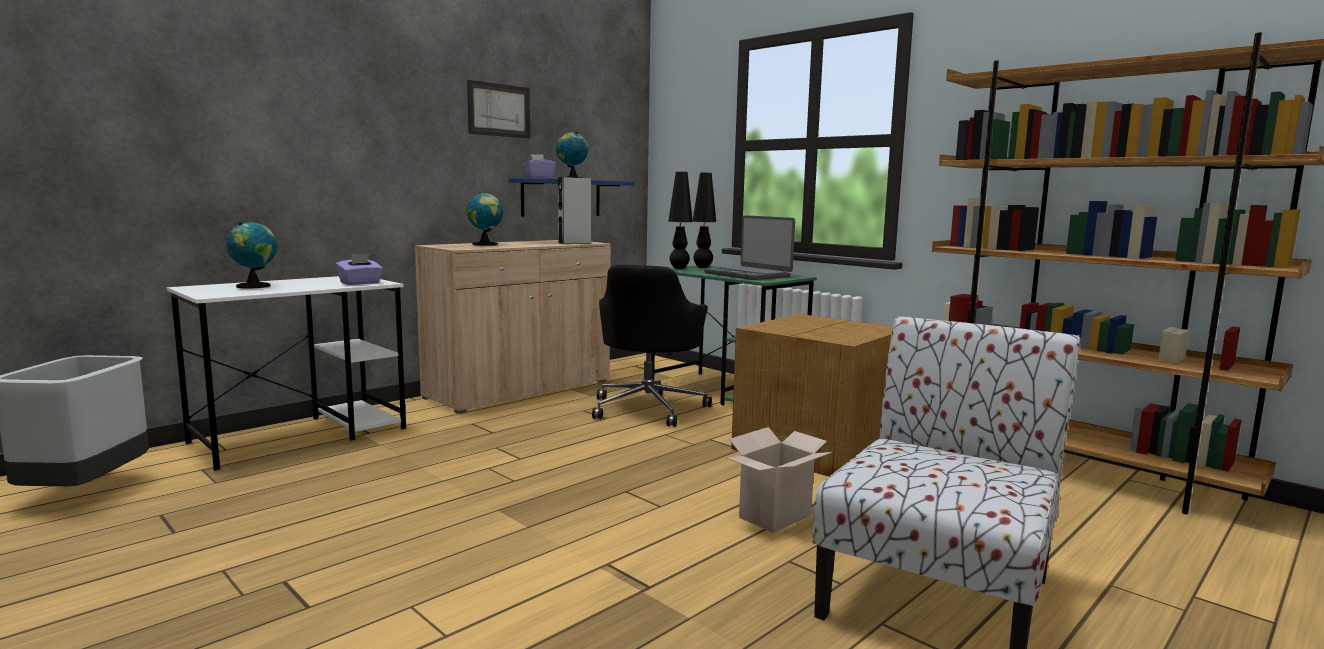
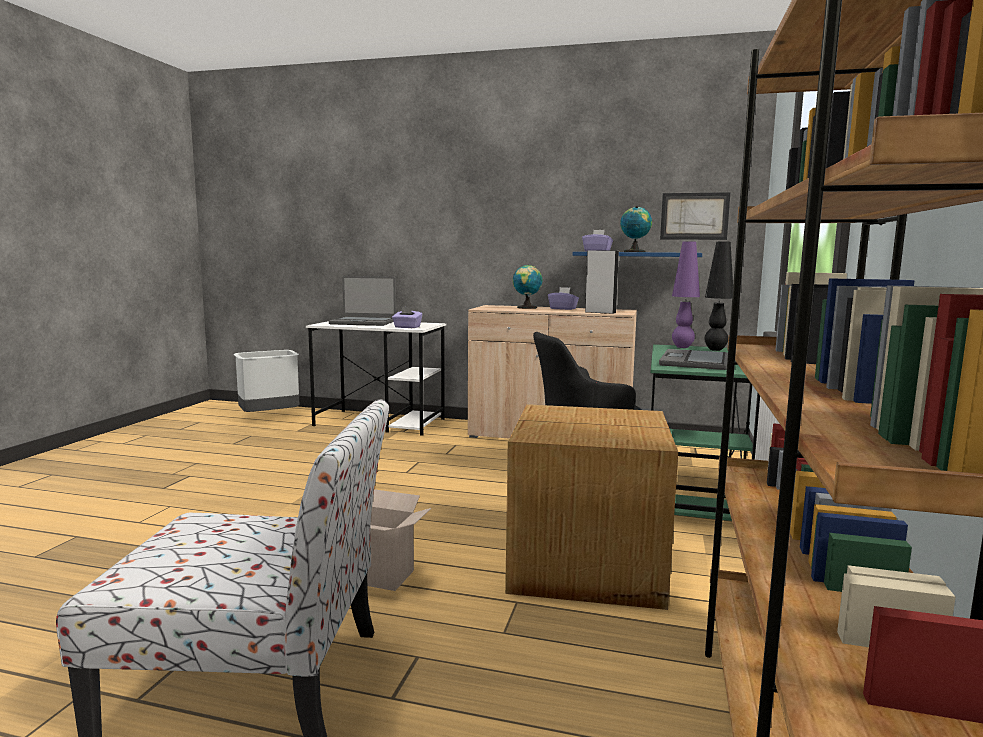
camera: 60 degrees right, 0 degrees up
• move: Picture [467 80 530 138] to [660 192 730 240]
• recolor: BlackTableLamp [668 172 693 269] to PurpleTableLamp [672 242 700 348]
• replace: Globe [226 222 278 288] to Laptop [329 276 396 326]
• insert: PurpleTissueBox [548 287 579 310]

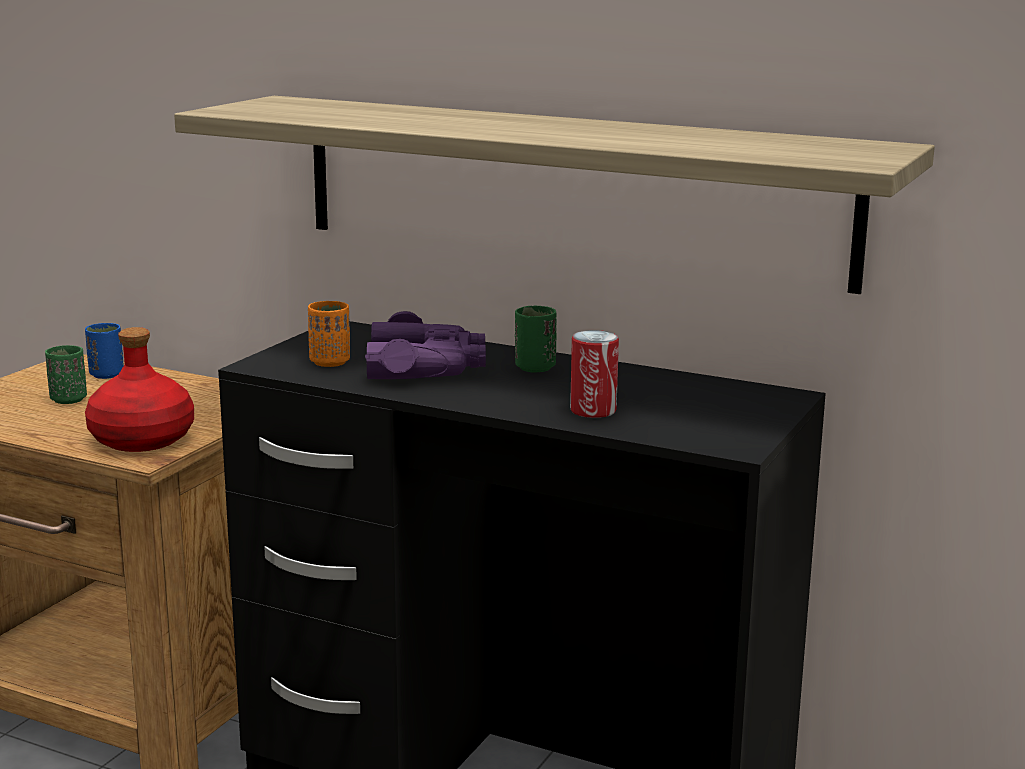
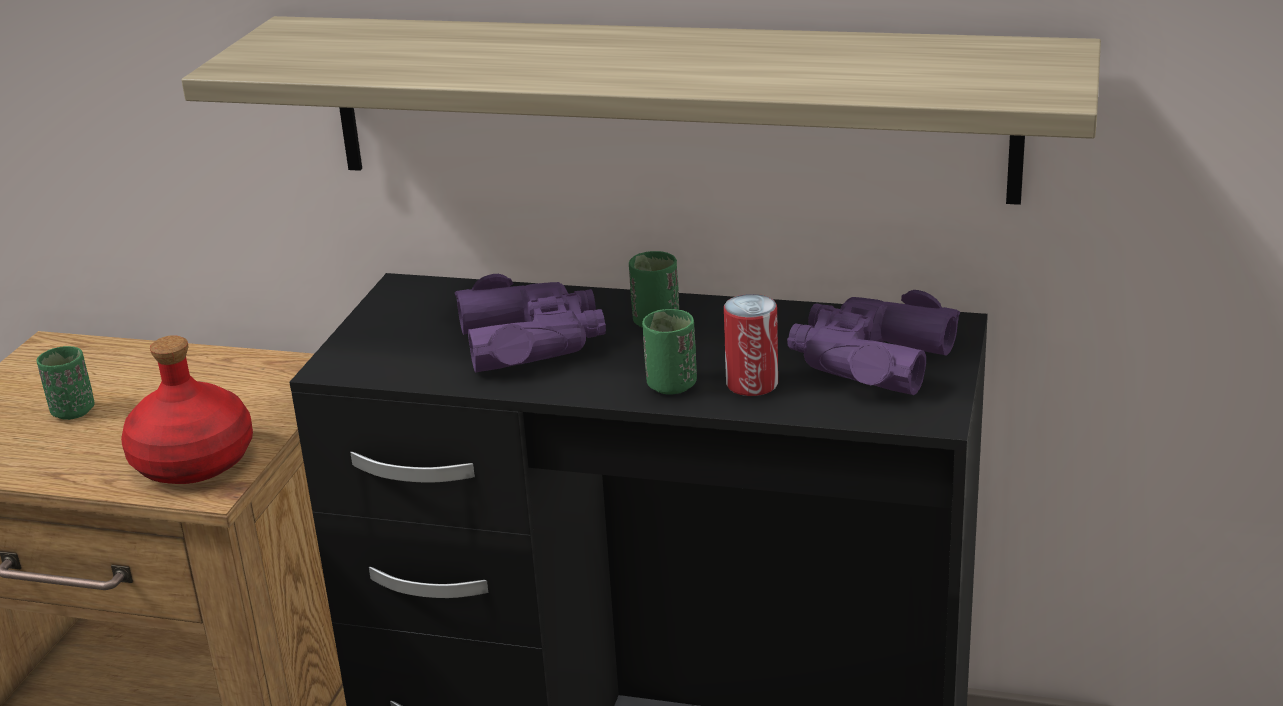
camera: 10 degrees left, 10 degrees up
• delete: OrangeCup [308 301 350 367]
• delete: BlueCup [85 323 124 379]
• insert: PurpleBinoculars [787 290 960 395]
• insert: GreenCup [642 309 697 395]

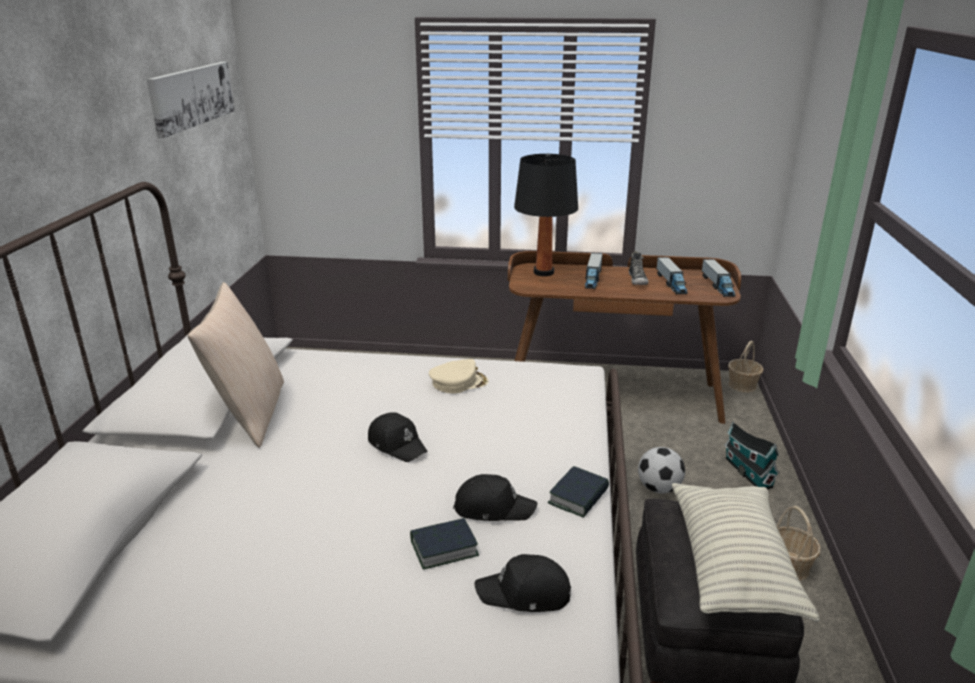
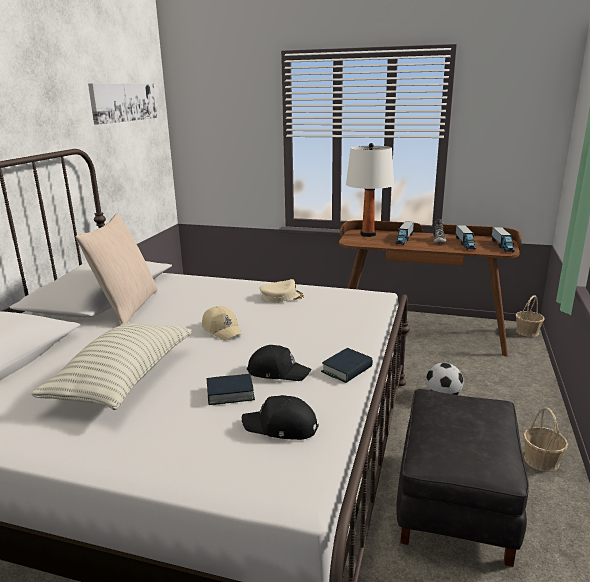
camera: 10 degrees right, 5 degrees down
• recolor: BlackTableLamp [514 153 578 276] to WhiteTableLamp [346 143 394 237]
• recolor: BlackCap [368 412 428 462] to BeigeCap [202 306 242 340]
• delete: ToyHouse [724 422 780 489]
• move: Pillow [672 483 820 622] to [31 323 192 410]

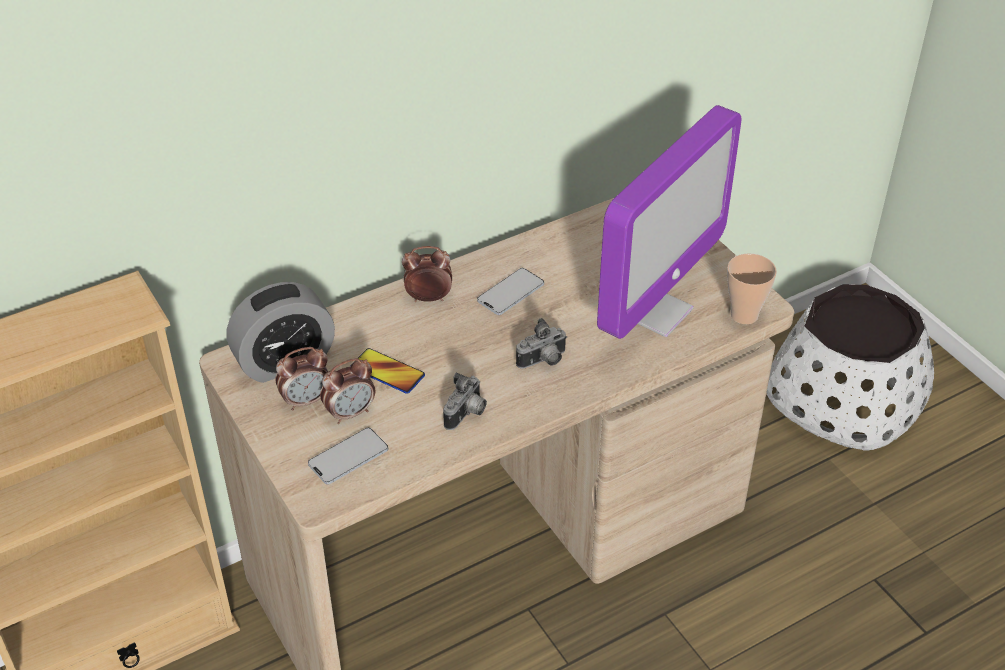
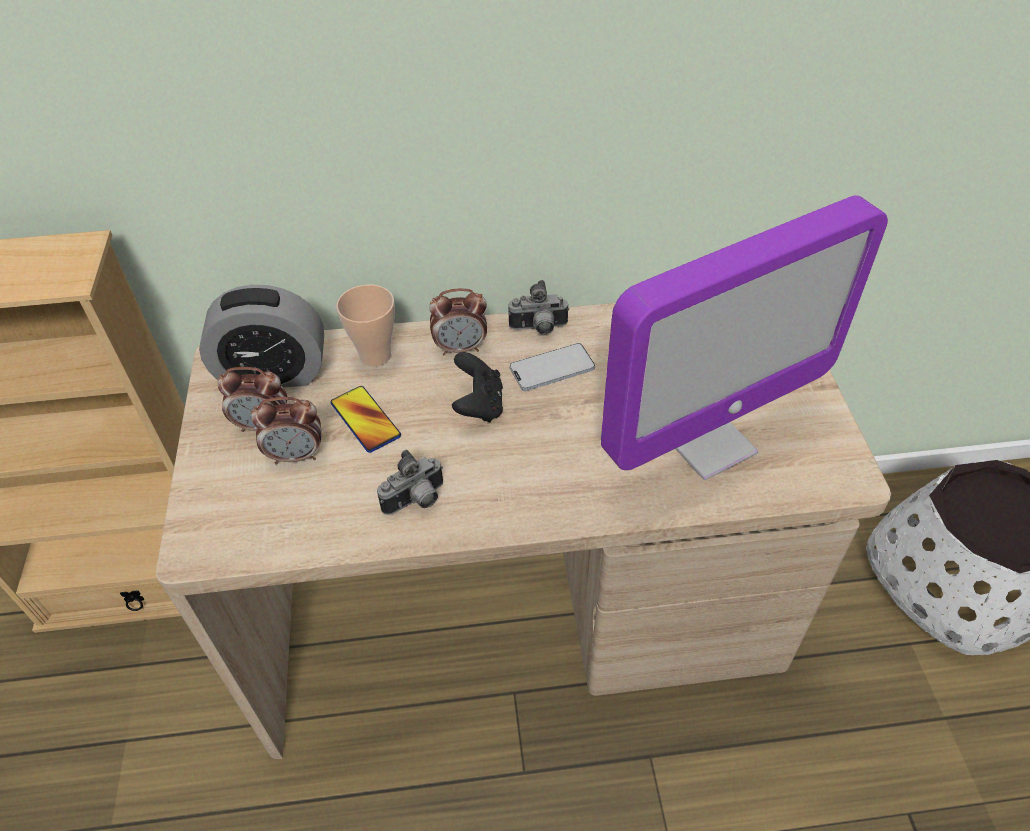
camera: 25 degrees right, 5 degrees up
• rotate: AlarmClock [402 246 452 302] = [429 288 487 356] 150 degrees clockwise
• move: Cup [727 253 777 324] to [336 284 395 367]
• move: PhotoCamera [516 318 567 369] to [508 280 569 334]
• delete: Phone [308 427 388 485]
• insert: BlackGameController [452 352 503 422]

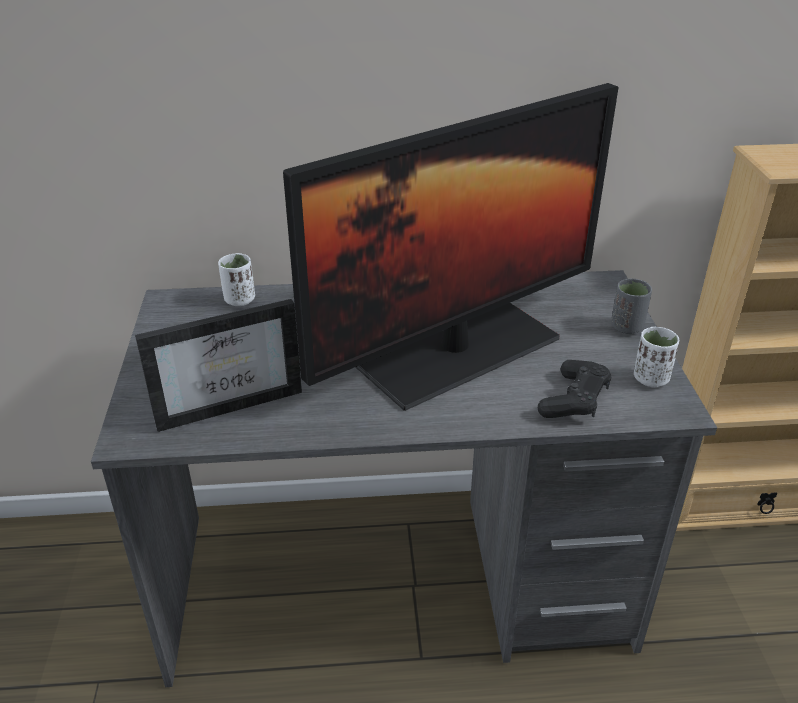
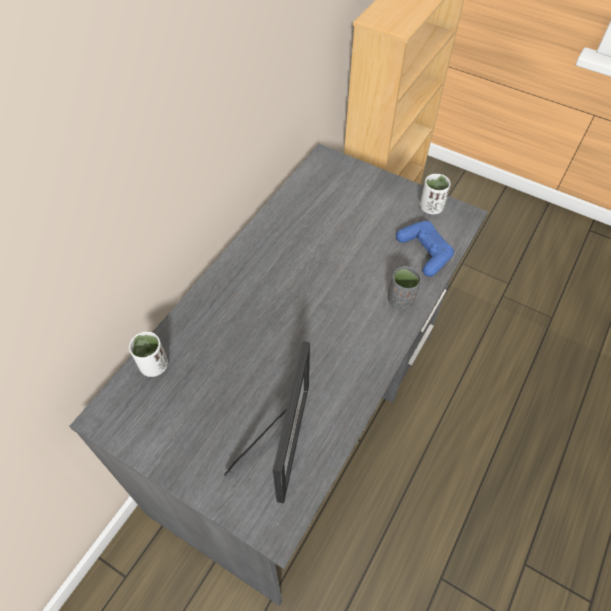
camera: 55 degrees left, 20 degrees up
• delete: Monitor [283 83 618 411]
• move: GreyCup [611 279 652 334] to [388 266 421 310]
• recolor: BlackGameController [538 360 611 418] to BlueGameController [396 221 454 277]

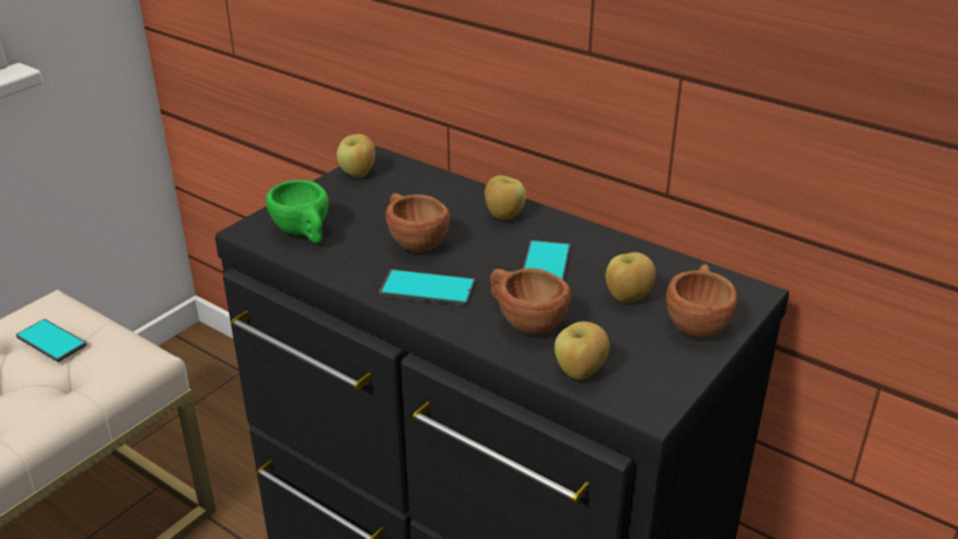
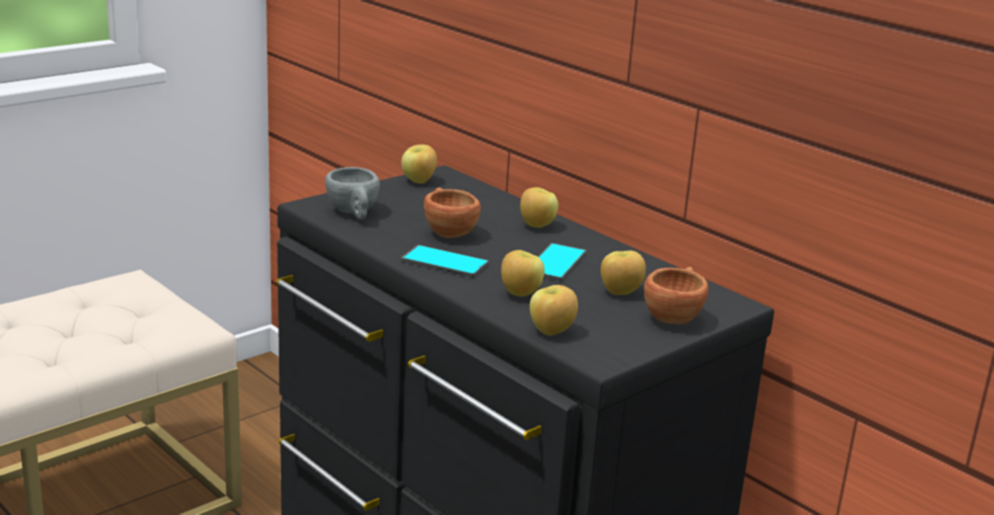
camera: 10 degrees right, 10 degrees down
• recolor: GreenCup [266 180 329 243] to GreyCup [325 167 380 220]
• replace: BrownCup [490 268 571 334] to Apple [501 250 545 297]
• delete: Phone [16 319 87 362]

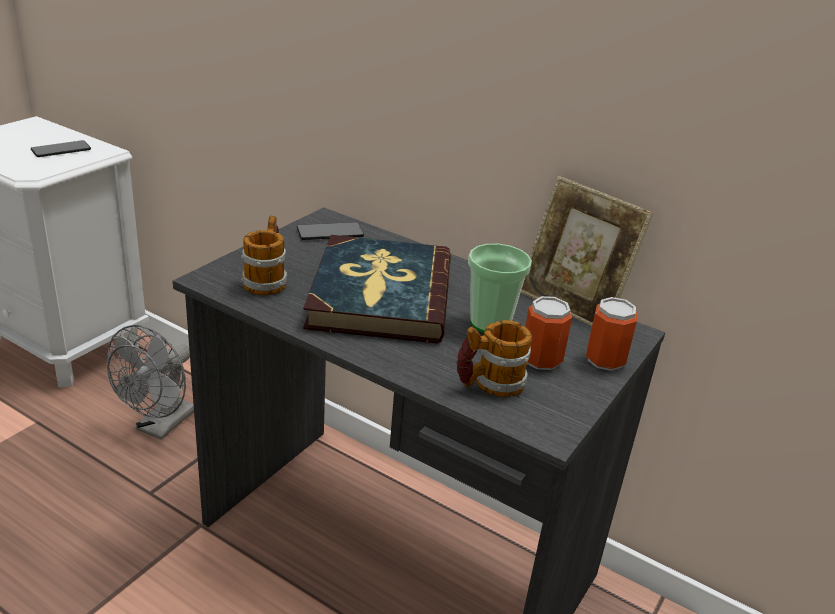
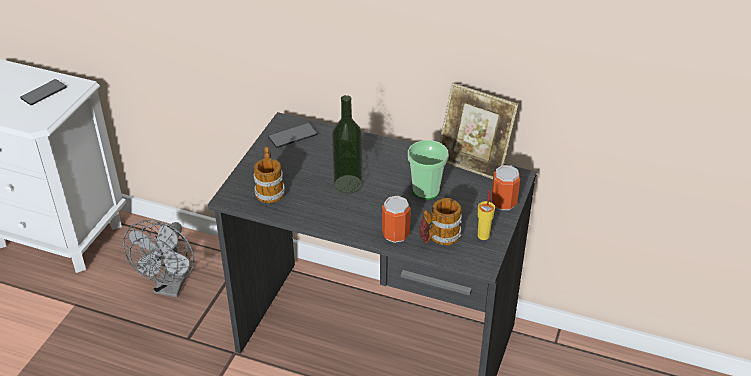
camera: 10 degrees left, 10 degrees up
• replace: Book [303 235 451 343] to Bottle [332 95 363 193]
• move: Can [525 296 572 370] to [382 195 411 243]
• insert: YellowCup [477 190 495 240]

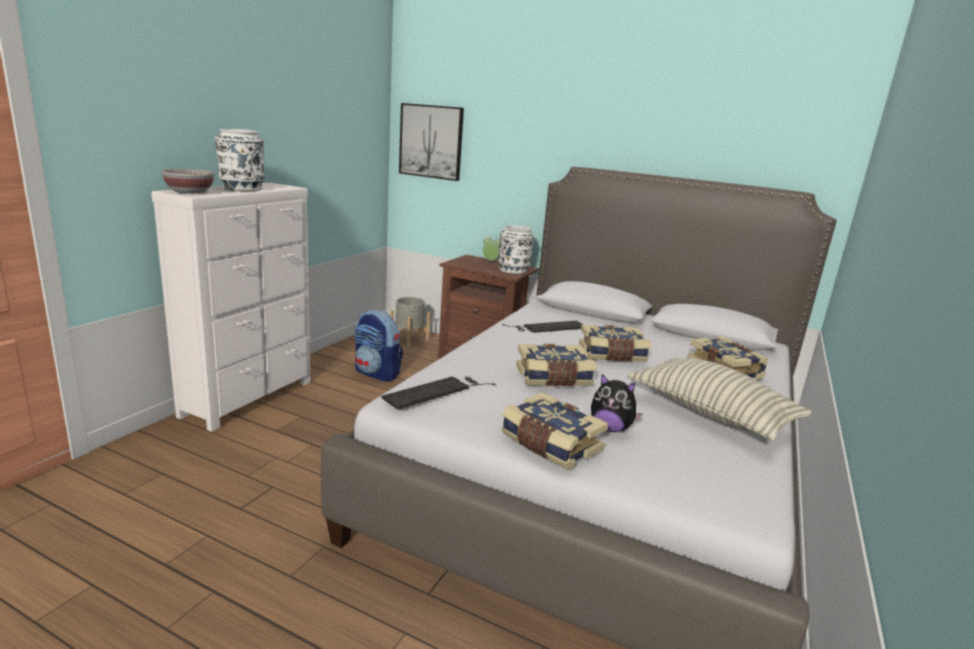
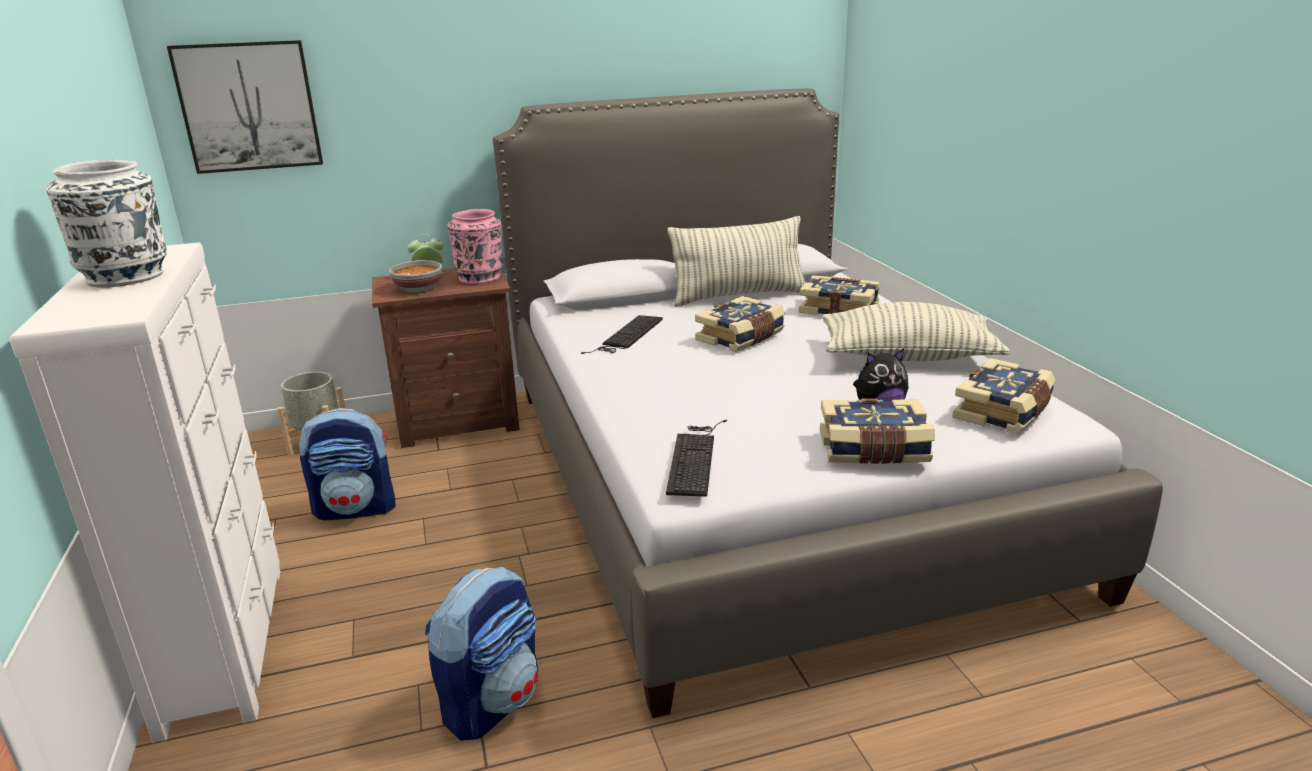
camera: 40 degrees left, 5 degrees up
• move: Bowl [161 169 214 193] to [389 260 442 292]
• recolor: WhiteVase [498 225 535 274] to PinkVase [448 209 503 284]
• move: Book [516 344 596 386] to [952 358 1055 435]
• insert: Pillow [668 216 806 307]
• insert: Backpack [425 567 538 741]

